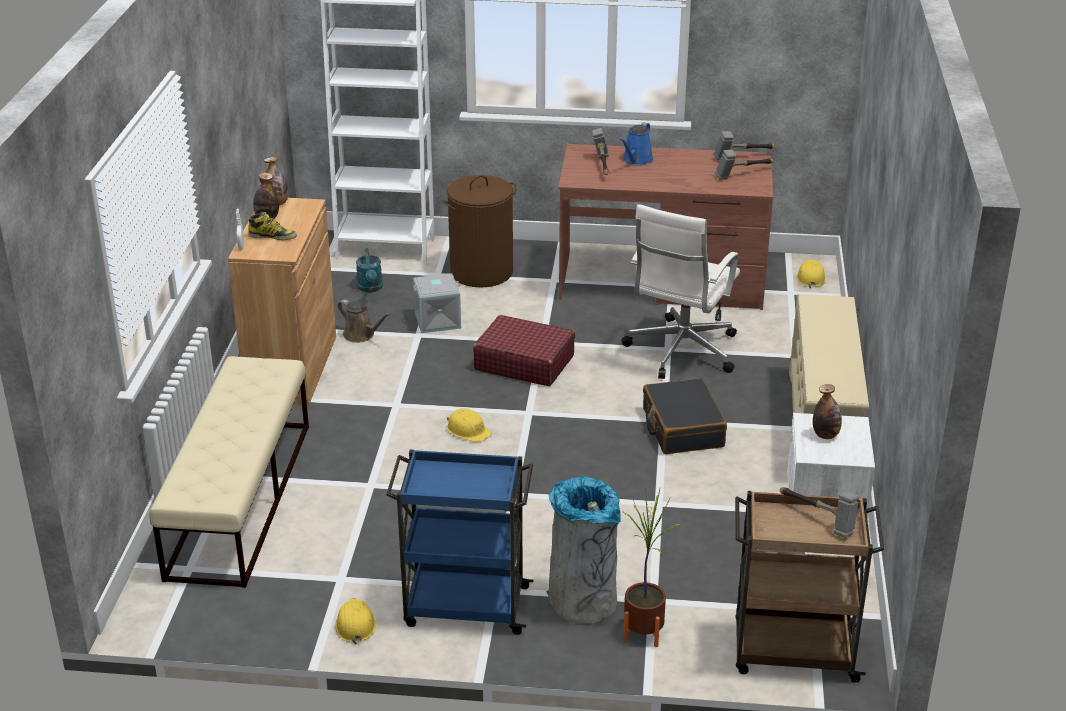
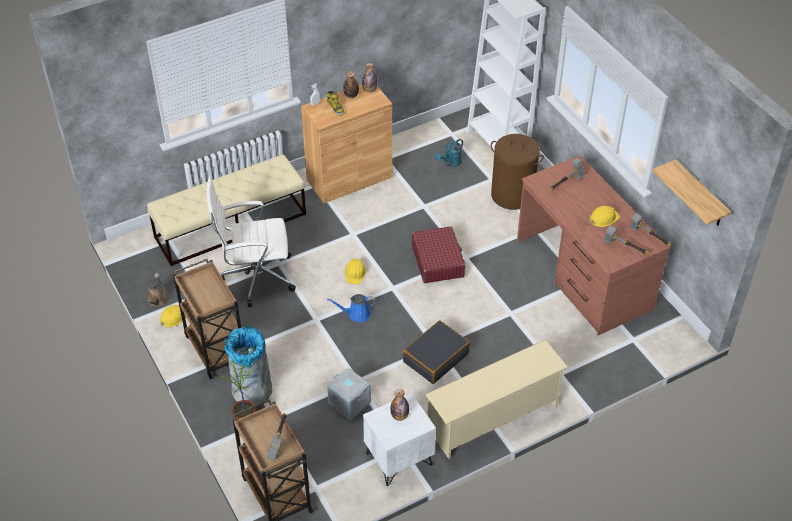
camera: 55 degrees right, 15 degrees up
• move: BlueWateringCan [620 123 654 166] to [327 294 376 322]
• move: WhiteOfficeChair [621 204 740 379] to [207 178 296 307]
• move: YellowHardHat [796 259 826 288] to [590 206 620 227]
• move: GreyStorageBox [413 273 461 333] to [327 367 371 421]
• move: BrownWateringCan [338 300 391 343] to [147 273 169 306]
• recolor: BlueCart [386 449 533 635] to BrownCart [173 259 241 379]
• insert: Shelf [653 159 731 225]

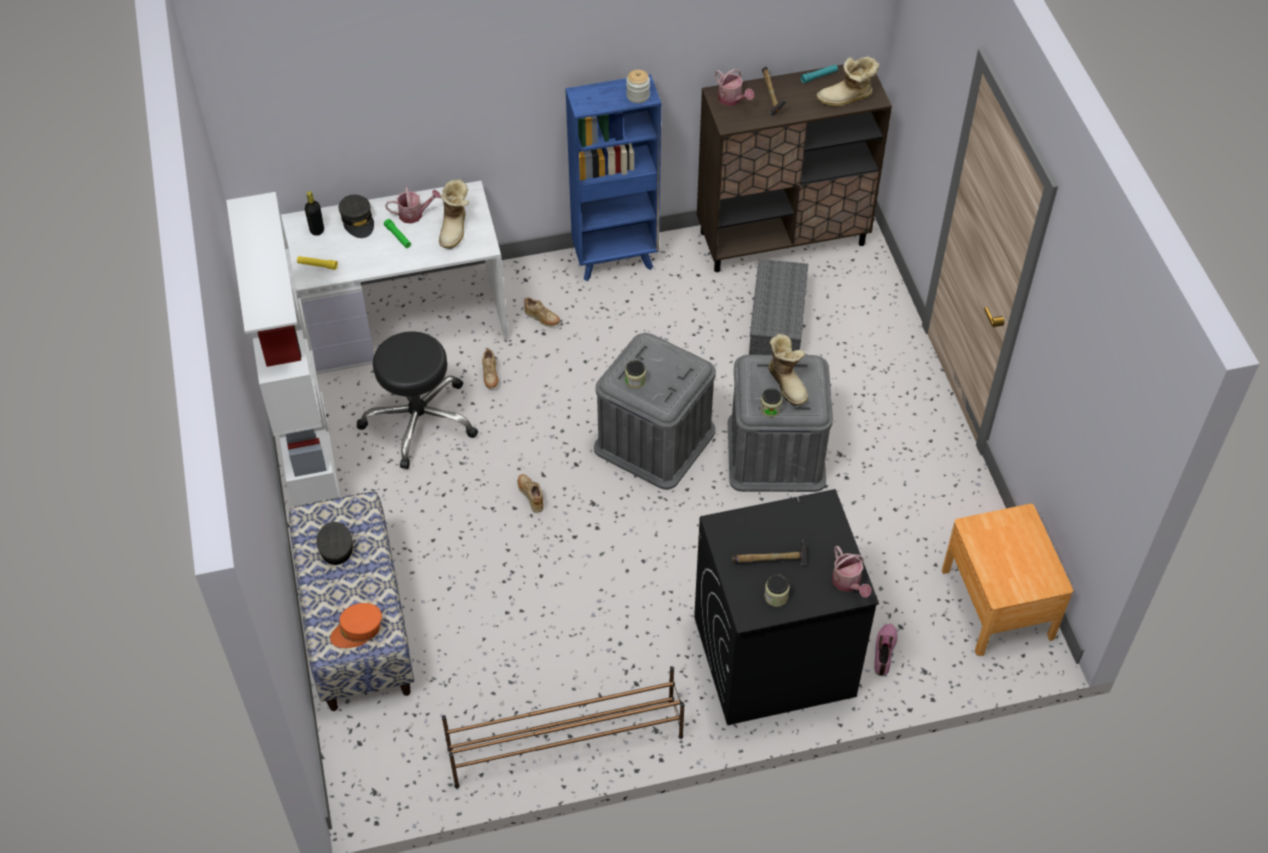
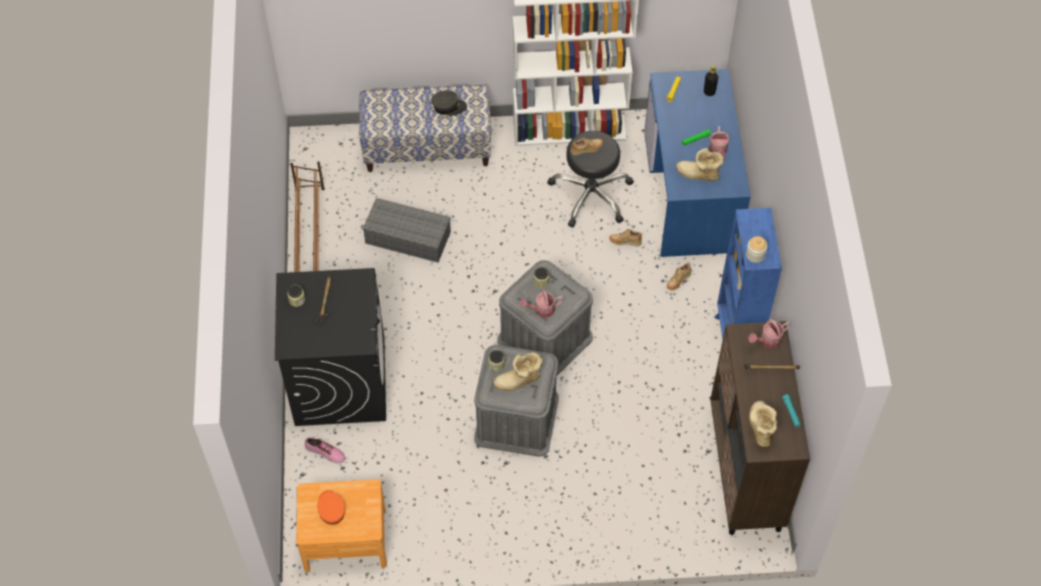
camera: 100 degrees right, 5 degrees up
• recolor: WhiteDesk [281 181 508 374] to BlueDesk [644 69 750 257]
• delete: GreyCap [339 195 374 238]
• move: GreyStorageBox [749 259 808 355] to [363 198 451 263]
• move: BeigeShoe [517 474 544 513] to [571 138 603 155]
• move: WateringCan [832 546 872 597] to [519 289 564 318]
• move: OrangeCap [330 603 382 648] to [317 490 345 525]

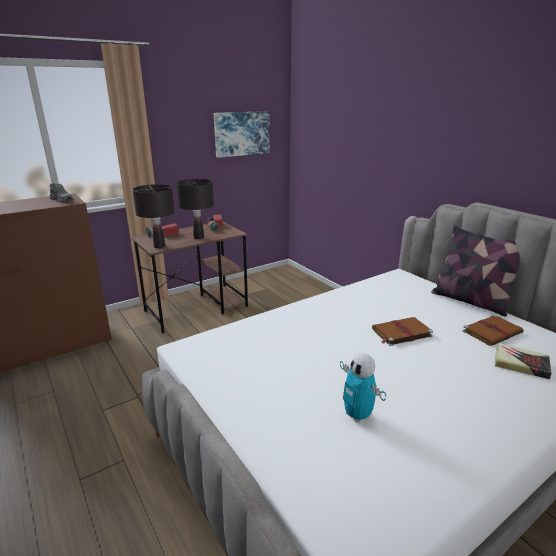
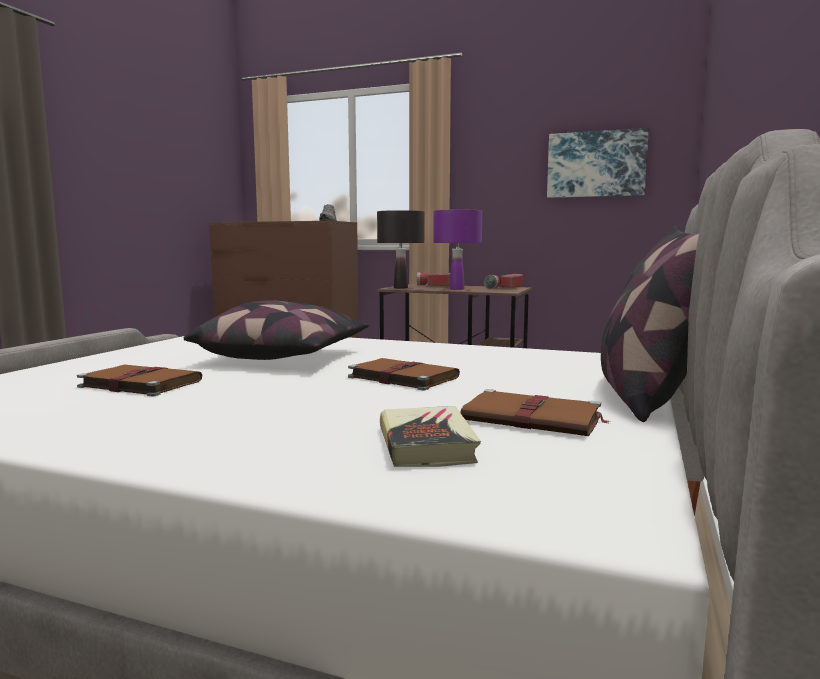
camera: 55 degrees right, 15 degrees down
• recolor: BlackTableLamp [176 179 214 239] to PurpleTableLamp [433 209 482 290]
• replace: ToyRobot [340 353 386 423] to BrownBook [77 364 202 397]
• insert: Pillow [184 300 369 360]

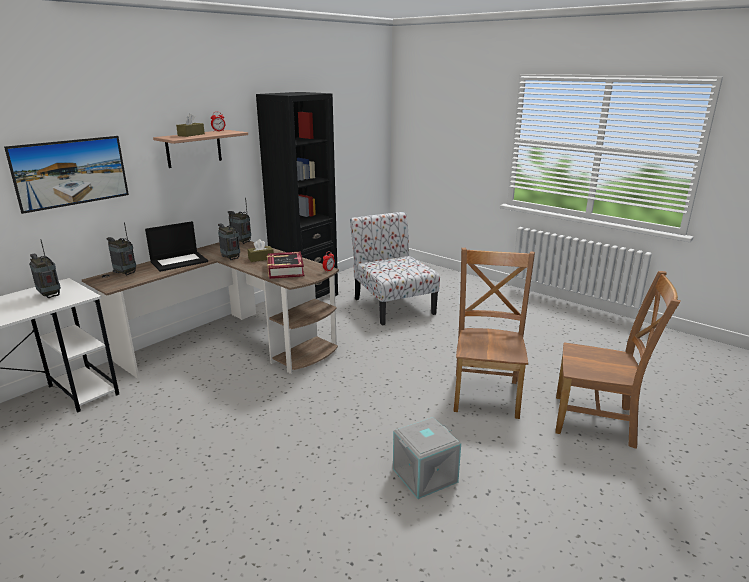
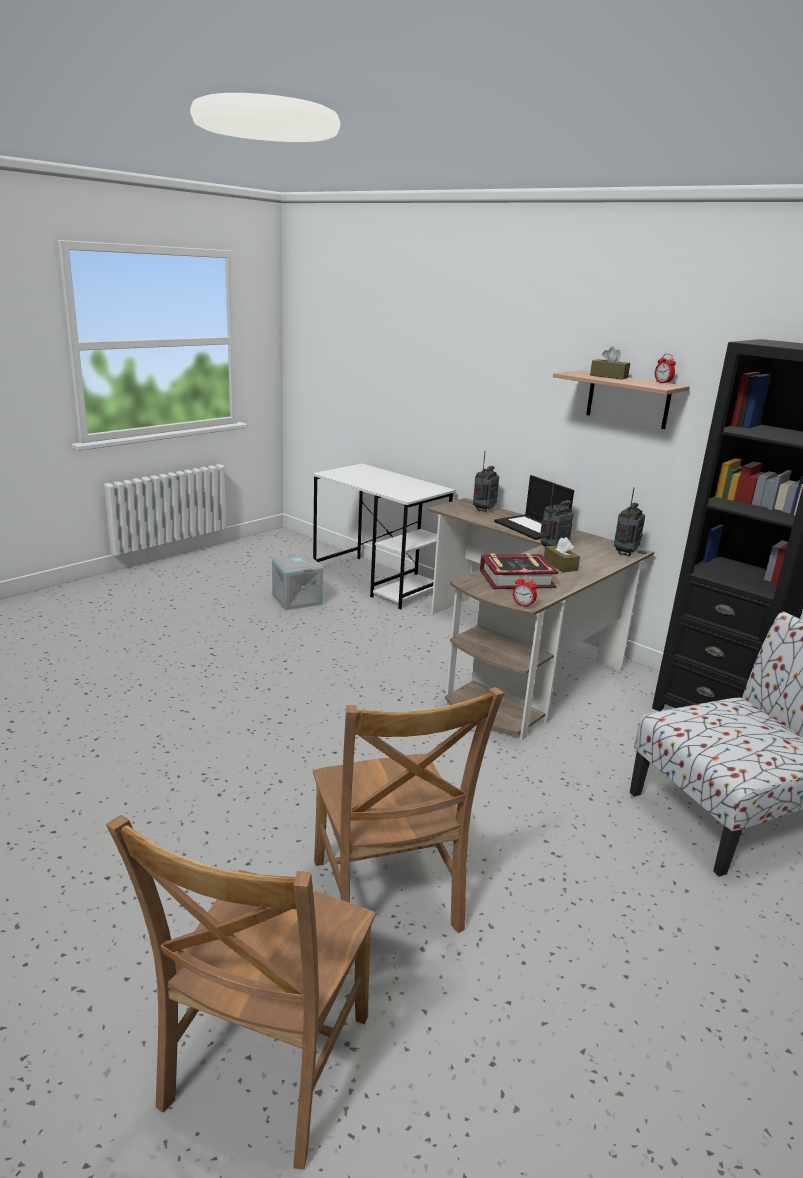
camera: 90 degrees right, 0 degrees up
• delete: Picture [4 136 129 214]
• delete: Radio [29 239 61 298]
• rotate: BrownChair [453 248 535 419] = [313 687 504 933] 60 degrees clockwise
• move: GreyStorageBox [393 417 461 499] to [272 554 324 610]

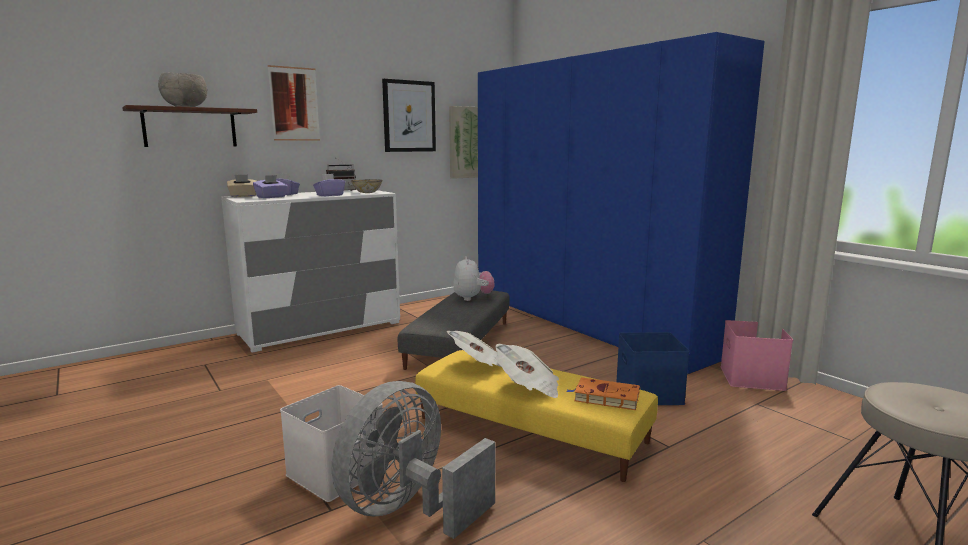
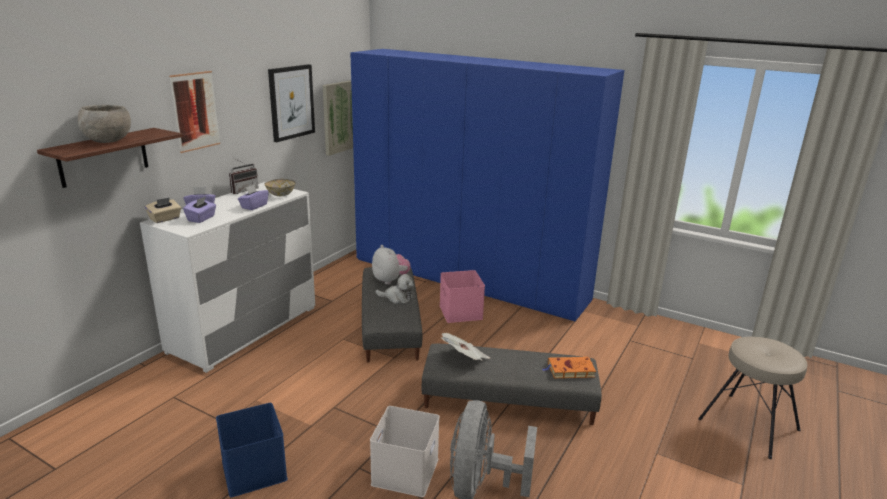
camera: 25 degrees left, 10 degrees up
• move: PinkStorageBox [720 320 793 391] to [439 270 485 323]
• move: BlueStorageBox [616 332 690 405] to [216 403 288 497]
• delete: Newspaper [495 344 559 398]
• recolor: YellowOttoman [415 350 658 482] to GreyOttoman [422 344 602 425]
• insert: PlushToy [376 274 414 304]

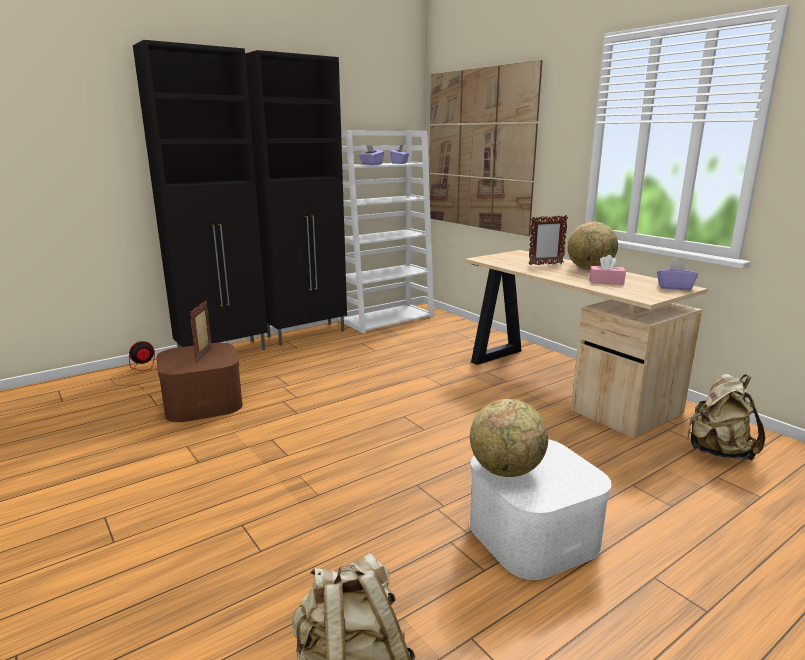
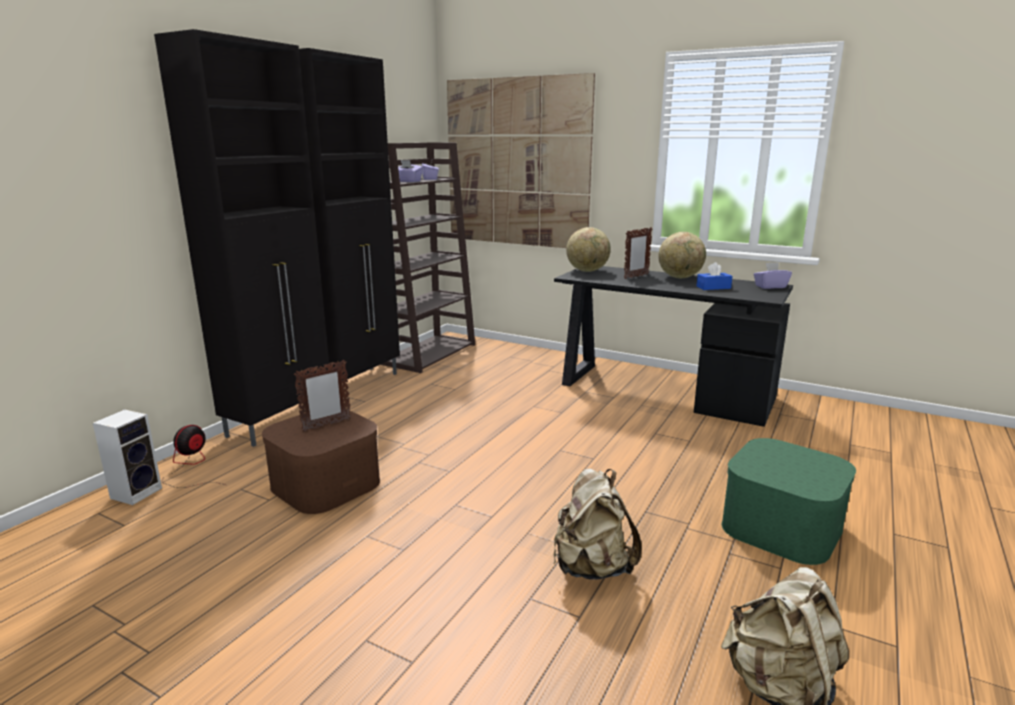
camera: 25 degrees left, 0 degrees up
• recolor: WhiteBookcase [339 130 434 333] to BrownBookcase [380 142 475 373]
• recolor: BeigeDesk [465 250 708 438] to BlackDesk [554 266 793 427]
• recolor: PinkTissueBox [589 255 626 285] to BlueTissueBox [696 262 733 290]
• rotate: PictureFrame [190 300 212 363] = [294 360 351 432] 105 degrees counterclockwise
• move: BeigeBackpack [687 374 765 461] to [553 468 642 580]
• move: Globe [470 399 548 477] to [566 227 611 272]
• recolor: WhiteStorageBox [469 439 611 580] to GreenStorageBox [722 438 856 565]
• insert: Speaker [93 410 162 505]

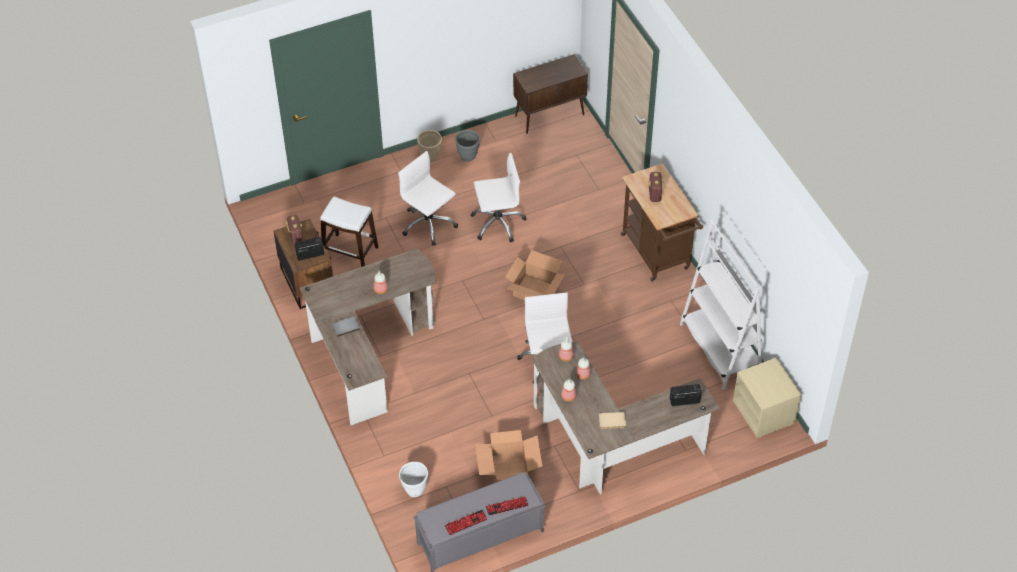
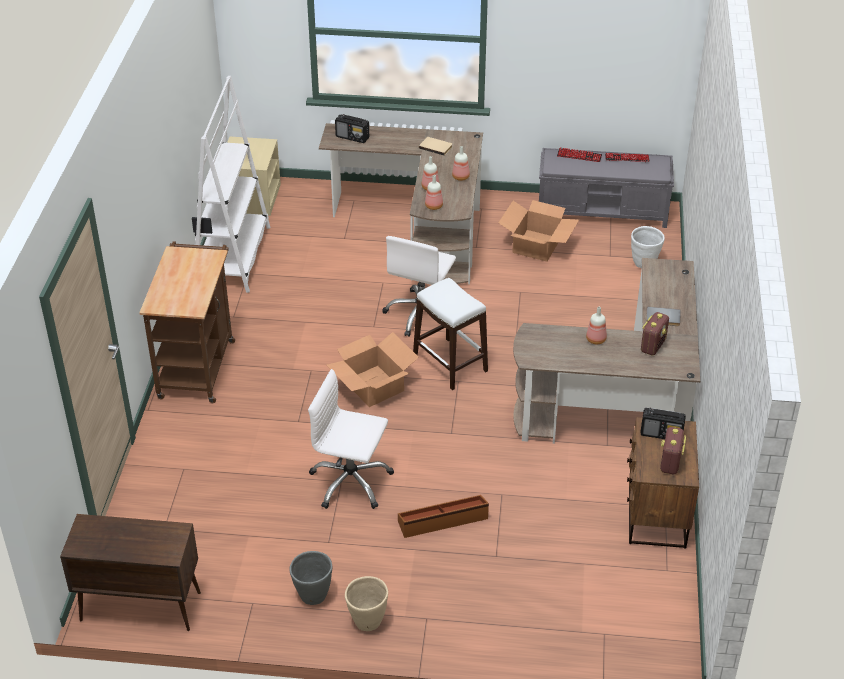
camera: 150 degrees left, 10 degrees down
• replace: WhiteOfficeChair [398 151 458 246] to BrownStorageBox [398 495 489 538]
• move: Radio [648 172 664 202] to [641 312 669 356]
• move: WhiteStool [320 196 378 267] to [413 278 488 390]

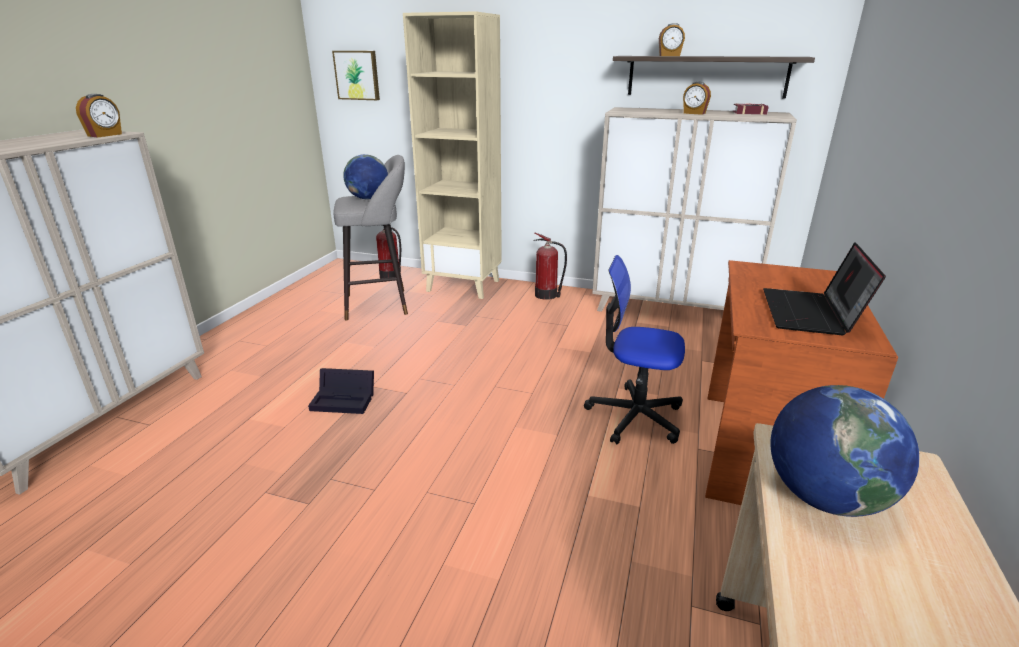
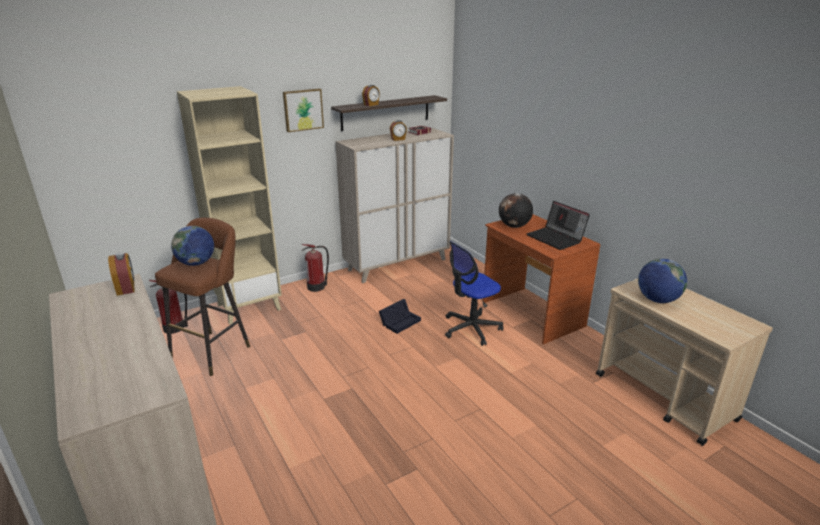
camera: 50 degrees left, 0 degrees up
• move: Picture [332 51 380 100] to [283 88 324 132]
• recolor: GreyStool [333 155 408 320] to BrownStool [155 218 250 376]
• move: BlackStorageBox [308 368 374 414] to [379 299 421 334]
• insert: Globe [499 193 533 228]

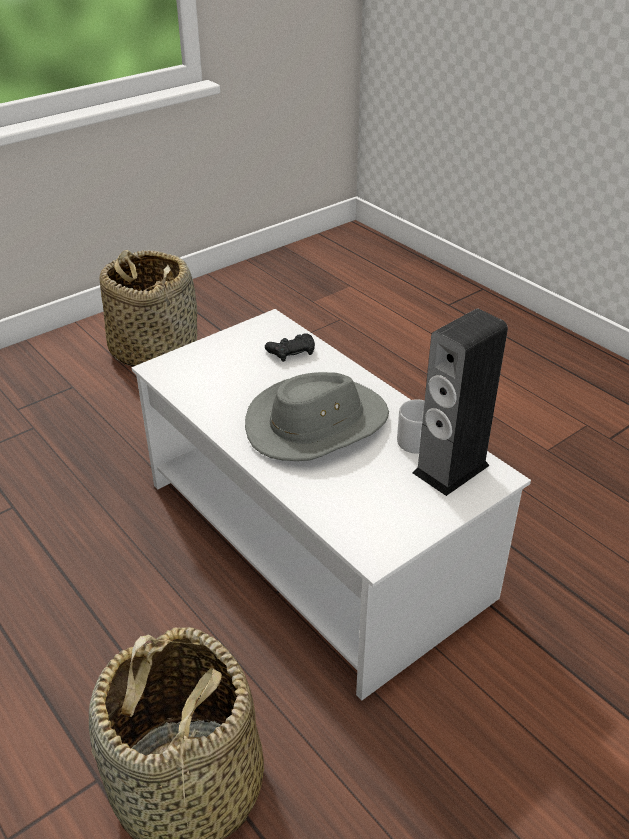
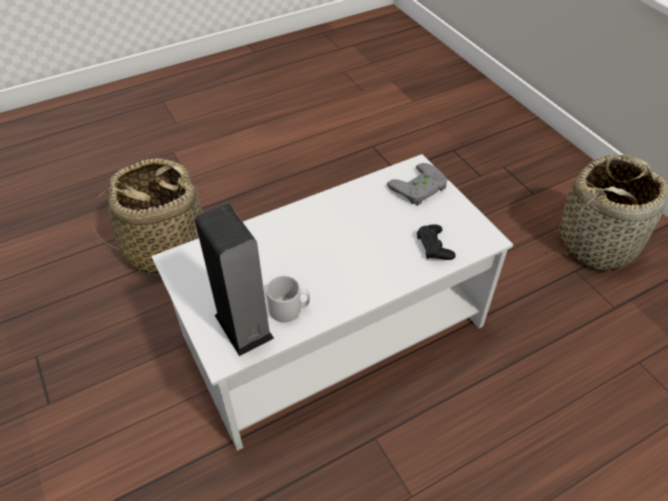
camera: 100 degrees right, 10 degrees up
• delete: GreyHat [245 372 389 461]
• insert: GreyGameController [387 163 447 206]

